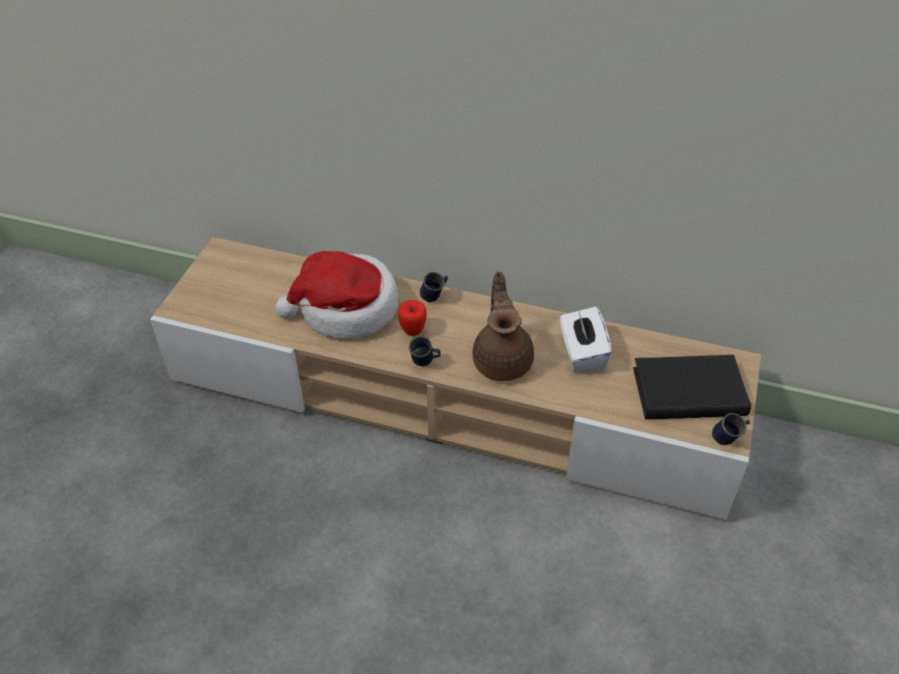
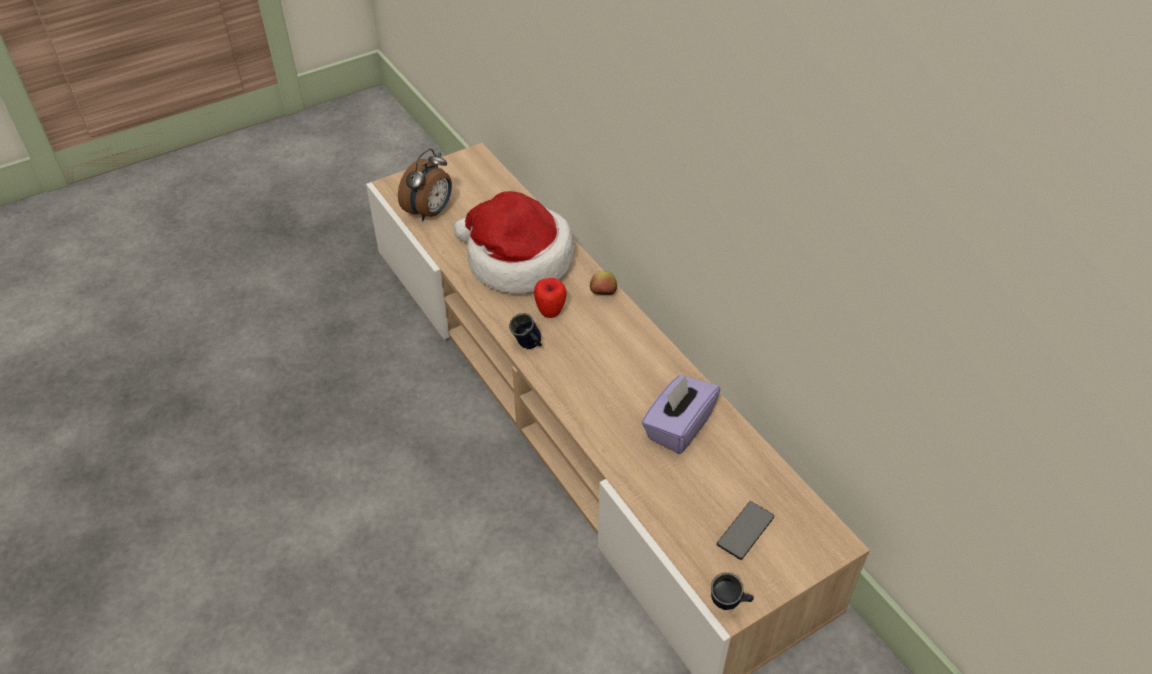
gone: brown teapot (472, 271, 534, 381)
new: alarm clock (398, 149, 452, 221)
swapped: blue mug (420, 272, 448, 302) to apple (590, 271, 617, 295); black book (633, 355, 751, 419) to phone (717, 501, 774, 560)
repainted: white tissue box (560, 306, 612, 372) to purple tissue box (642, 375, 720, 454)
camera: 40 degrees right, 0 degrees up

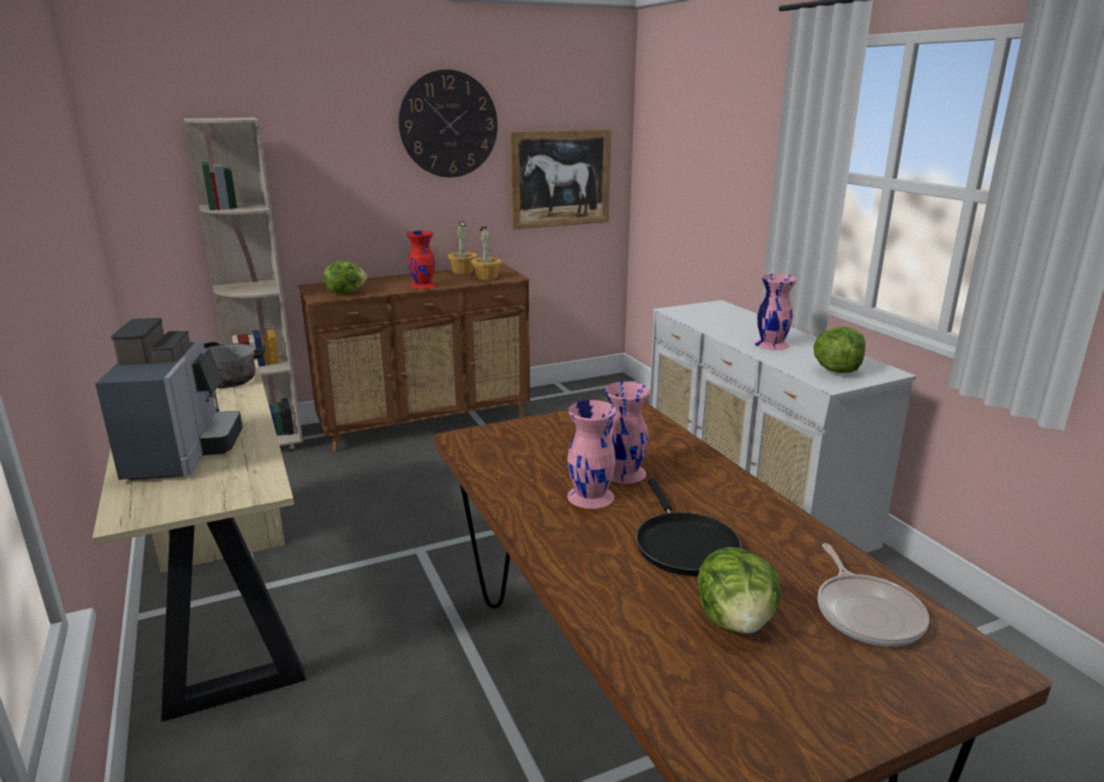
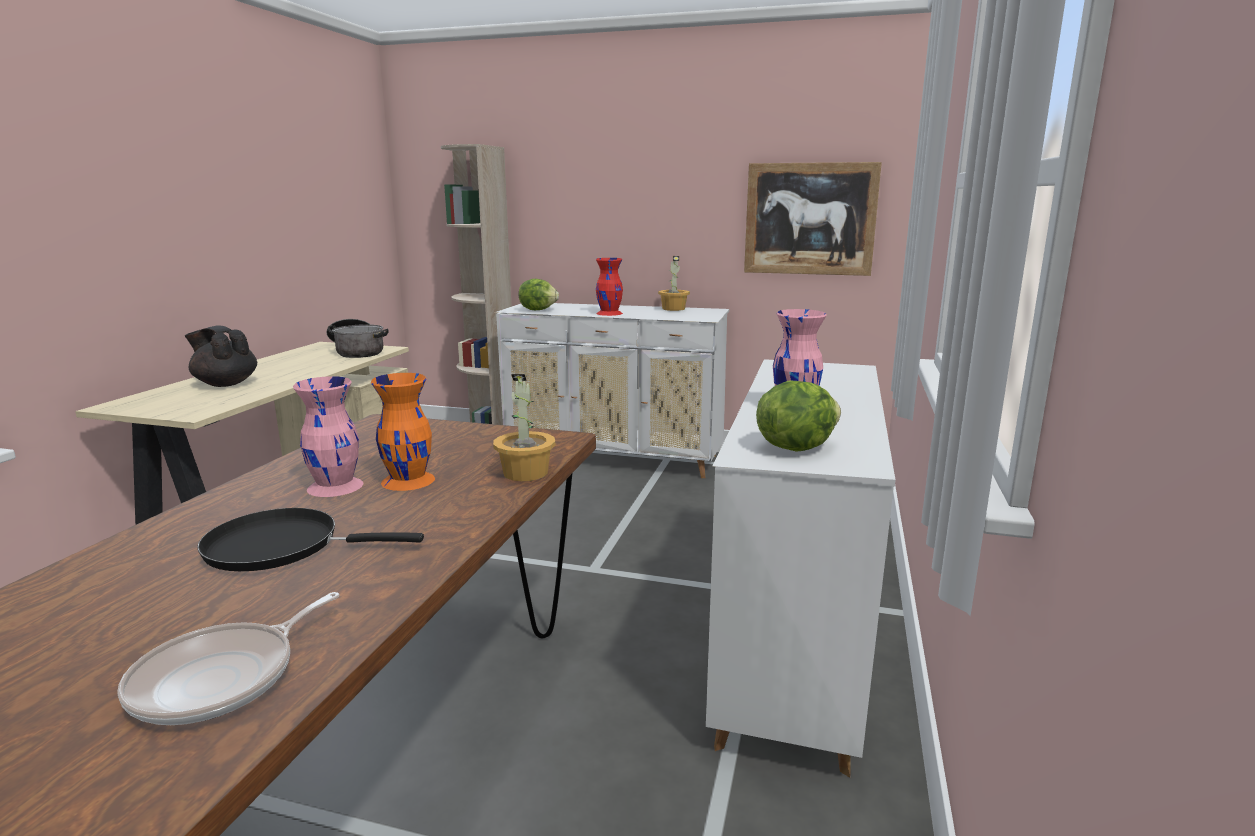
gone: wall clock (399, 69, 498, 177); lettuce (698, 547, 781, 634)
shifted: potted plant (471, 227, 501, 280) to (493, 374, 555, 481)
swapped: coffee machine (95, 318, 243, 480) to black teapot (184, 325, 257, 387)
repainted: brown cabinet (297, 264, 530, 452) to white cabinet (496, 303, 729, 478); pink vase (604, 382, 650, 484) to orange vase (371, 373, 435, 491)
rotated: black frying pan (636, 479, 741, 576) = (197, 508, 424, 571) 60 degrees clockwise
camera: 40 degrees right, 5 degrees down

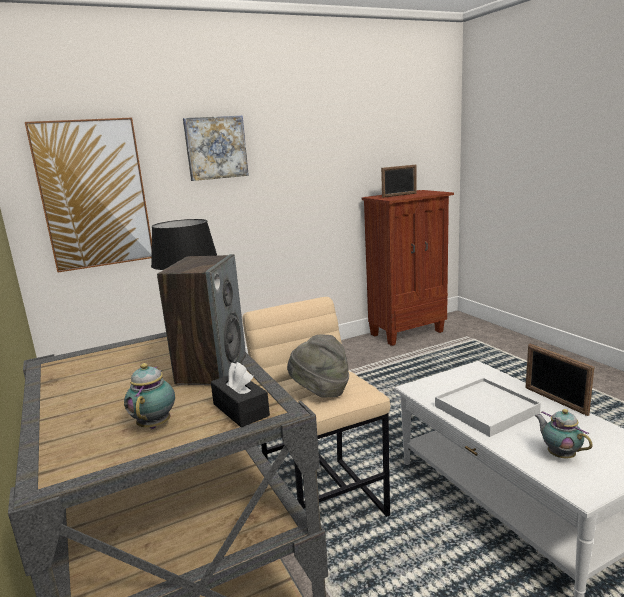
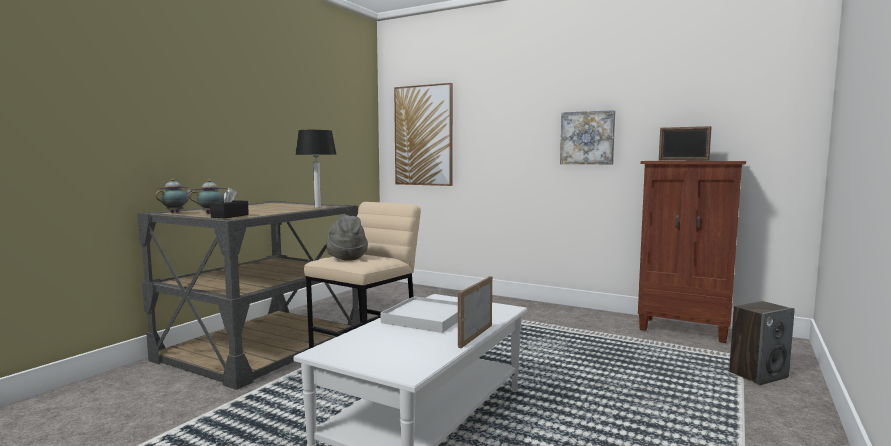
shifted: speaker (157, 254, 246, 385) to (729, 301, 795, 385); picture (183, 116, 249, 181) to (560, 110, 615, 164); teapot (535, 409, 593, 459) to (155, 179, 192, 213)
camera: 55 degrees right, 10 degrees down

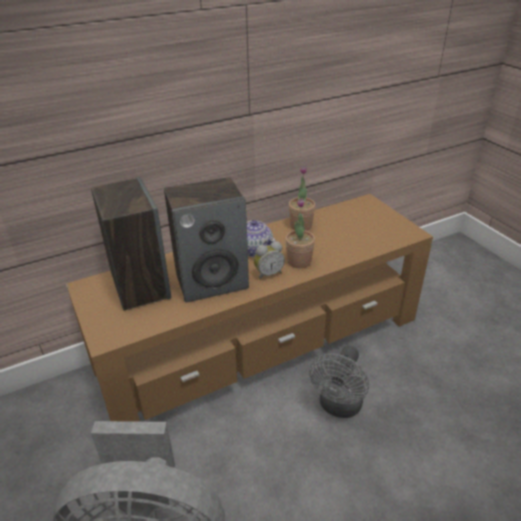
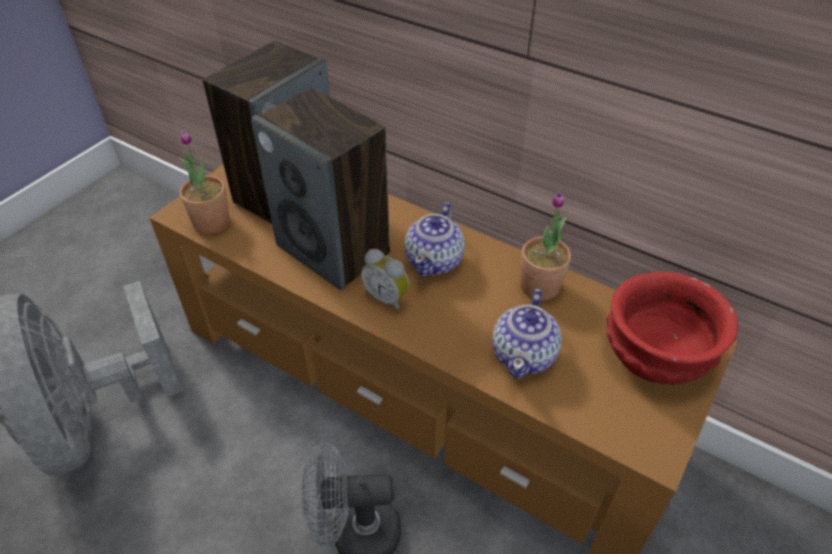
new: teapot (492, 289, 562, 378); red bowl (606, 272, 738, 385)
shifted: potted plant (285, 198, 315, 268) to (179, 130, 230, 234)
camera: 60 degrees right, 10 degrees up

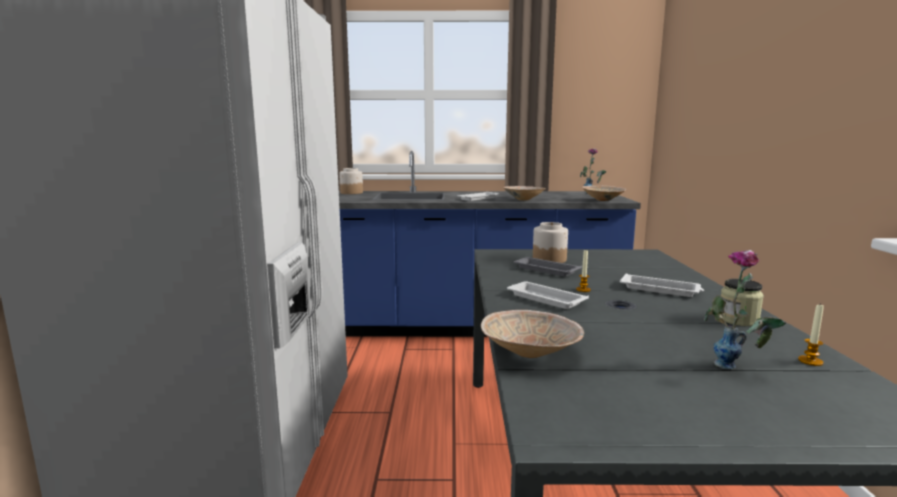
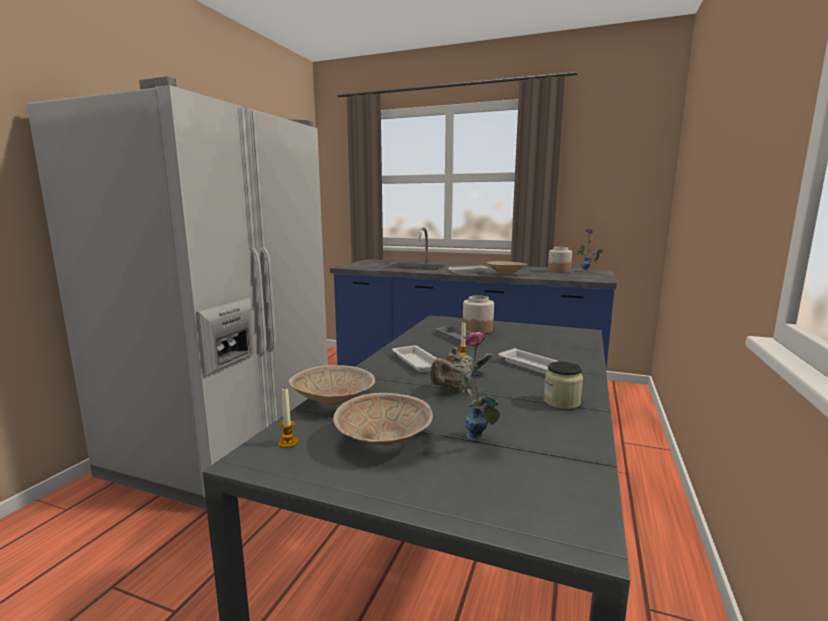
new: beige teapot (430, 347, 473, 392)
shifted: jar (339, 168, 363, 194) to (548, 247, 572, 273); beige bowl (582, 186, 627, 201) to (333, 393, 433, 446); candle (798, 303, 824, 366) to (278, 389, 299, 448)
camera: 20 degrees right, 0 degrees up

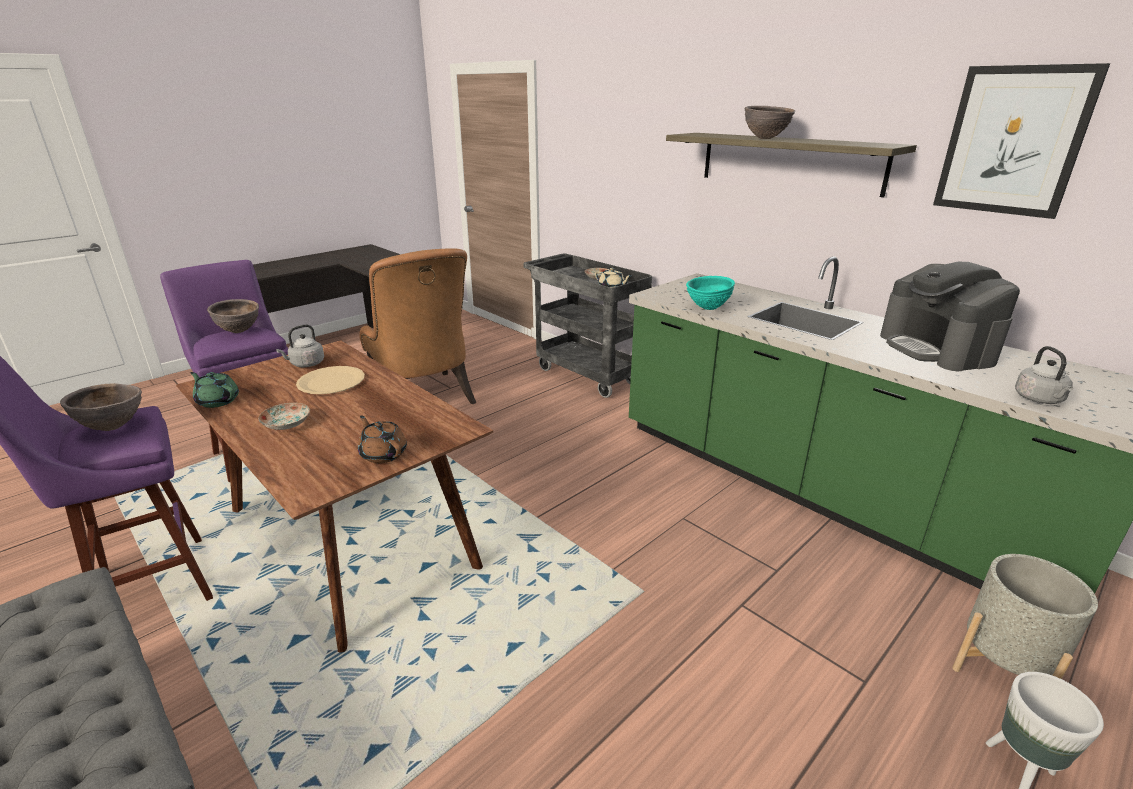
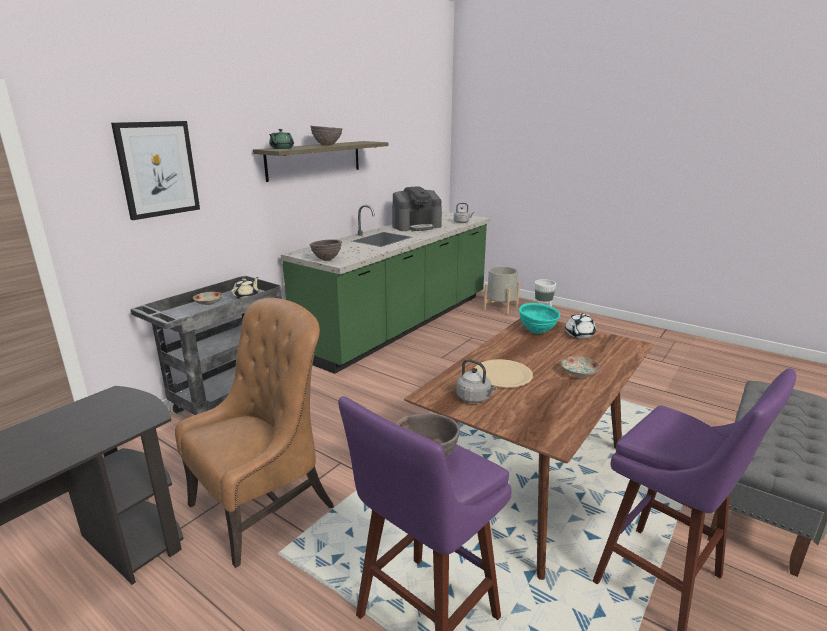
shifted: brown bowl (60, 383, 142, 431) to (310, 239, 342, 261); green teapot (191, 372, 239, 408) to (269, 129, 294, 149); turquoise bowl (686, 276, 735, 310) to (519, 303, 560, 334); picture (933, 63, 1110, 219) to (111, 121, 200, 220)
repainted: brown teapot (358, 415, 407, 463) to white teapot (565, 313, 596, 339)
camera: 100 degrees left, 5 degrees down

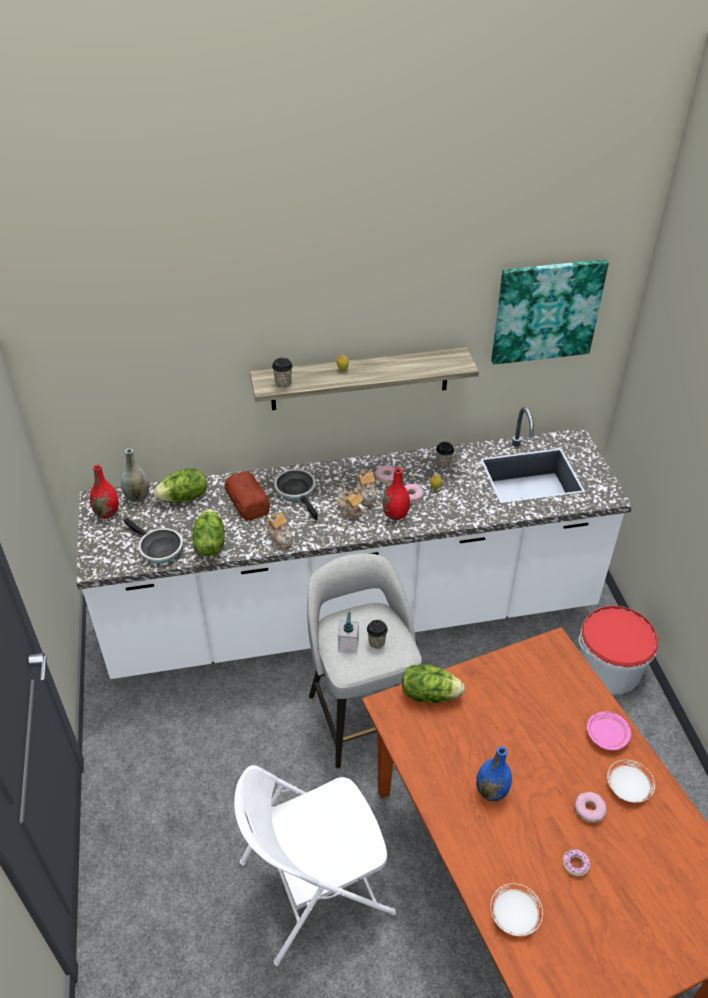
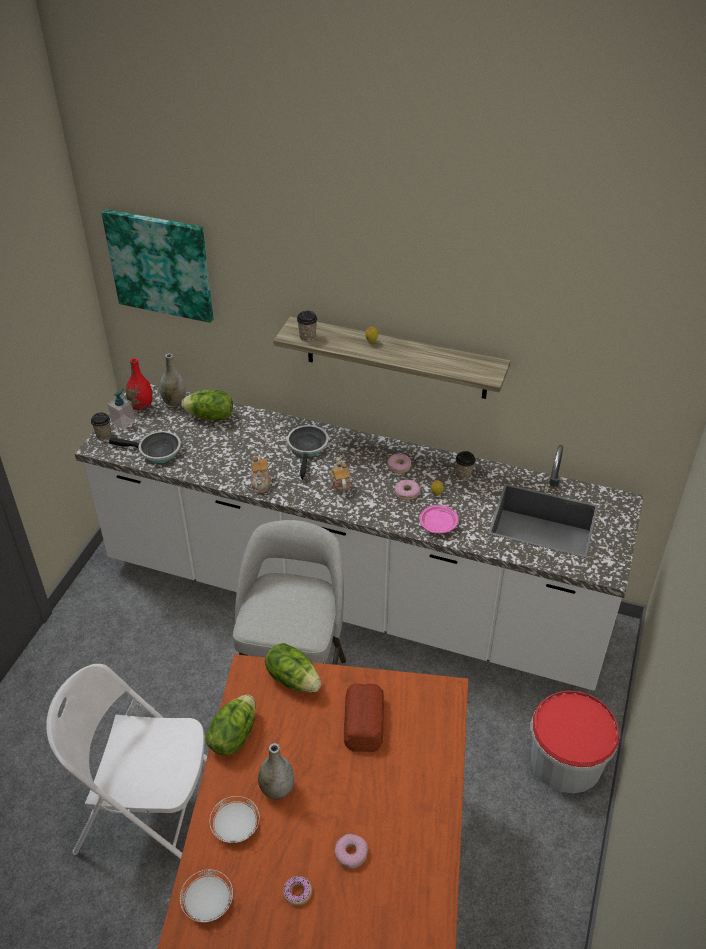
gone: teapot (357, 470, 377, 505); red vase (382, 468, 410, 520)
shifted: lettuce (192, 509, 225, 556) to (206, 694, 255, 756); bread (225, 471, 270, 521) to (344, 684, 384, 752); soap dispenser (338, 612, 359, 654) to (107, 389, 135, 430); cup (367, 620, 388, 649) to (91, 413, 111, 440); picture (491, 259, 609, 365) to (101, 209, 213, 323); pink plate (587, 711, 631, 751) to (419, 505, 459, 534); white plate (607, 760, 655, 803) to (209, 796, 260, 843)
repainted: blue vase (476, 746, 512, 801) to grey vase (258, 743, 294, 800)
rotated: frying pan (123, 518, 183, 564) = (109, 431, 181, 463) 60 degrees counterclockwise
camera: 30 degrees right, 0 degrees up

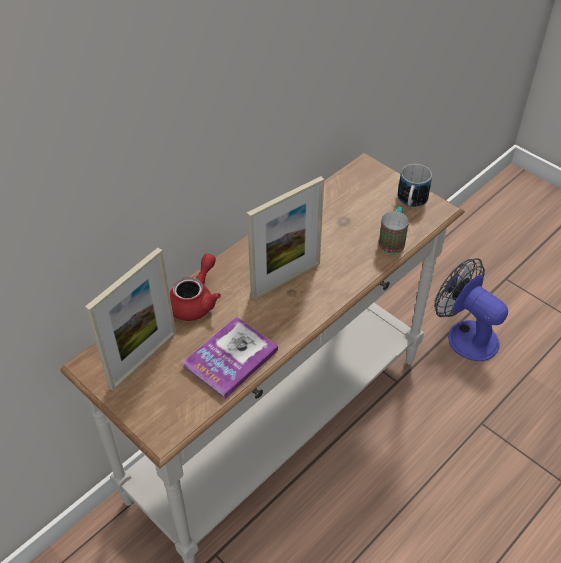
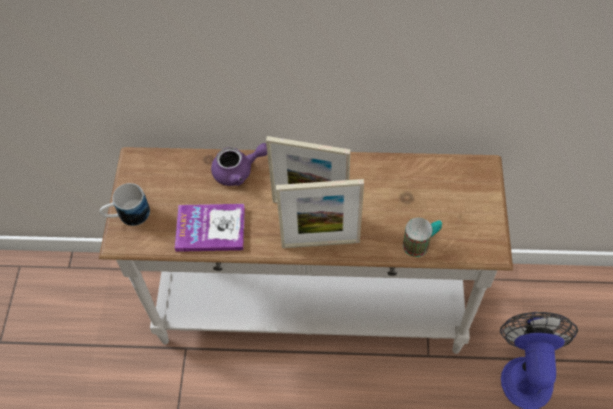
shifted: picture frame (85, 248, 176, 391) to (276, 179, 364, 248); mug (398, 164, 432, 207) to (100, 183, 150, 226)
repainted: red teapot (169, 254, 221, 321) to purple teapot (211, 143, 267, 186)
camera: 50 degrees right, 10 degrees up

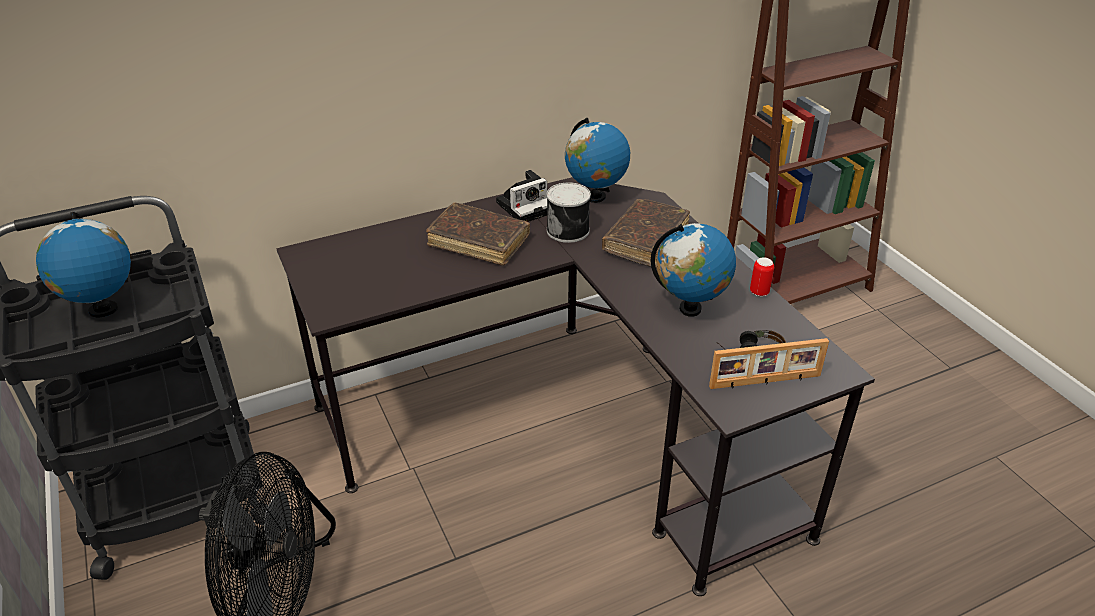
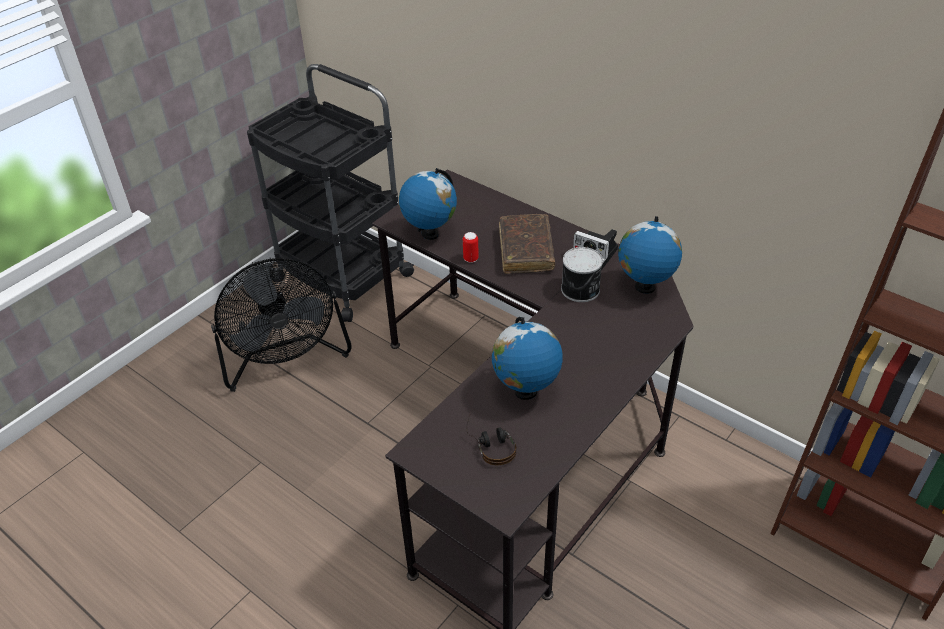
gone: brown book (602, 199, 690, 268); picture frame (709, 338, 829, 389)
shifted: globe (36, 212, 131, 317) to (399, 168, 457, 240); can (750, 257, 774, 297) to (463, 232, 479, 263)
camera: 65 degrees right, 5 degrees up

